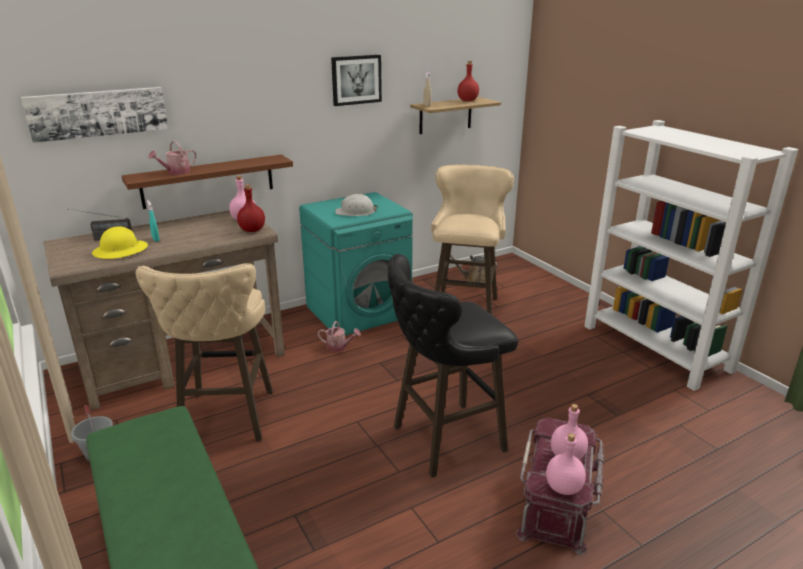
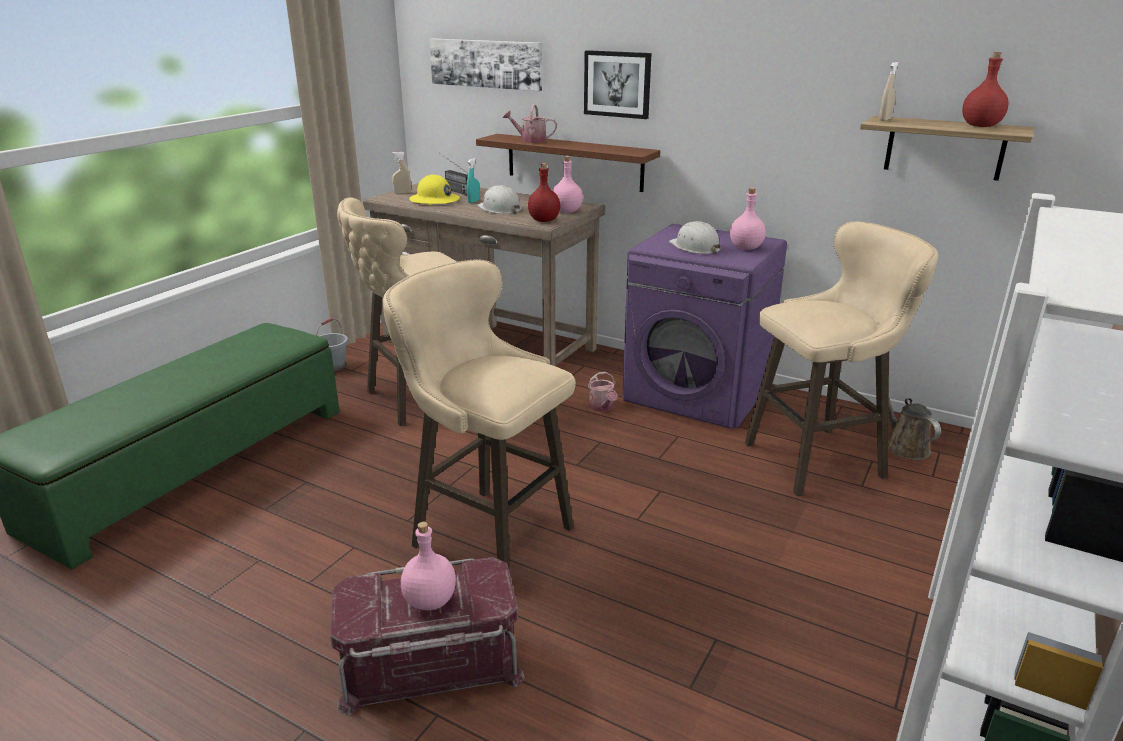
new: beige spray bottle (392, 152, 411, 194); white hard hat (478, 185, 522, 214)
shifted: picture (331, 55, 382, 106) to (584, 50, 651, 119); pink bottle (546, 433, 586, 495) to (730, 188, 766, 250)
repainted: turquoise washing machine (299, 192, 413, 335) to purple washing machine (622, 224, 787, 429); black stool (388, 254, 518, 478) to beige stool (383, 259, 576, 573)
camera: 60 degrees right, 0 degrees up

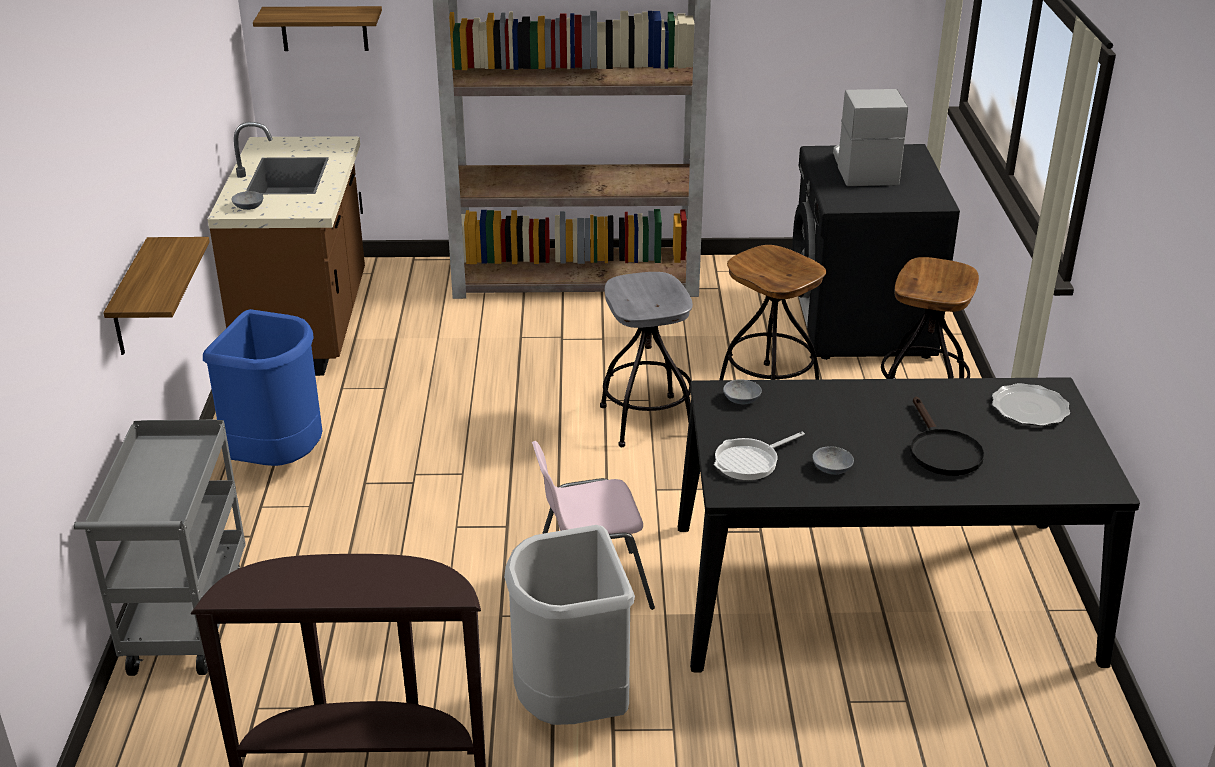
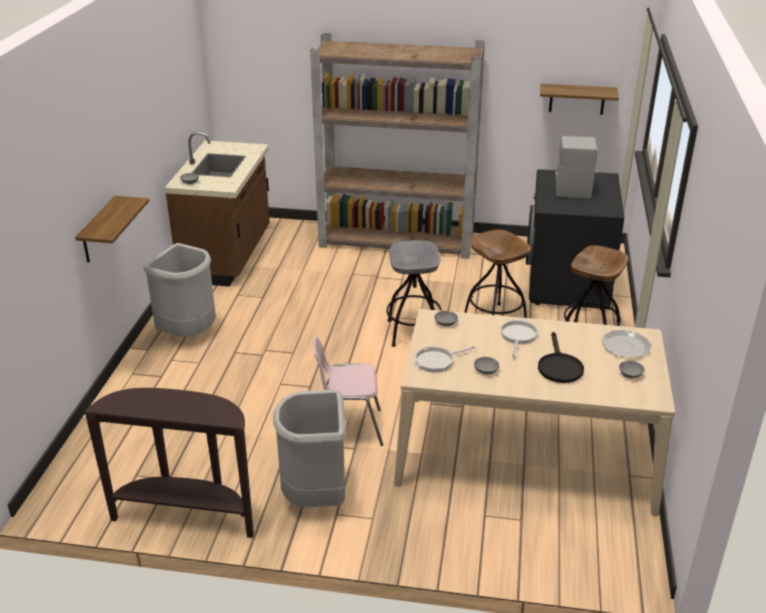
gone: grey cart (74, 420, 246, 676)
new: frying pan (500, 319, 539, 357); grey bowl (619, 361, 645, 378)
shifted: shelf (253, 6, 382, 51) to (540, 84, 619, 115)
repainted: blue trash can (203, 309, 322, 466) to grey trash can (144, 243, 216, 337); black dining table (678, 377, 1140, 672) to beige dining table (394, 309, 675, 516)
camera: 10 degrees right, 0 degrees up

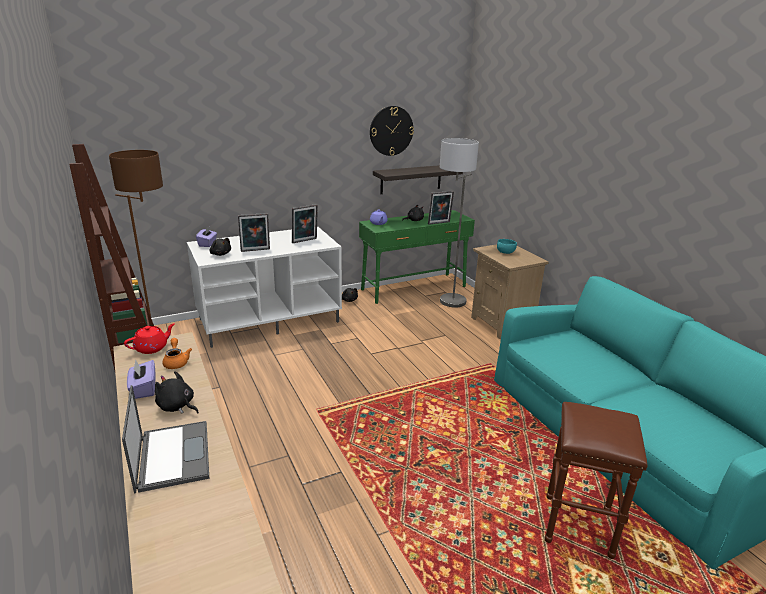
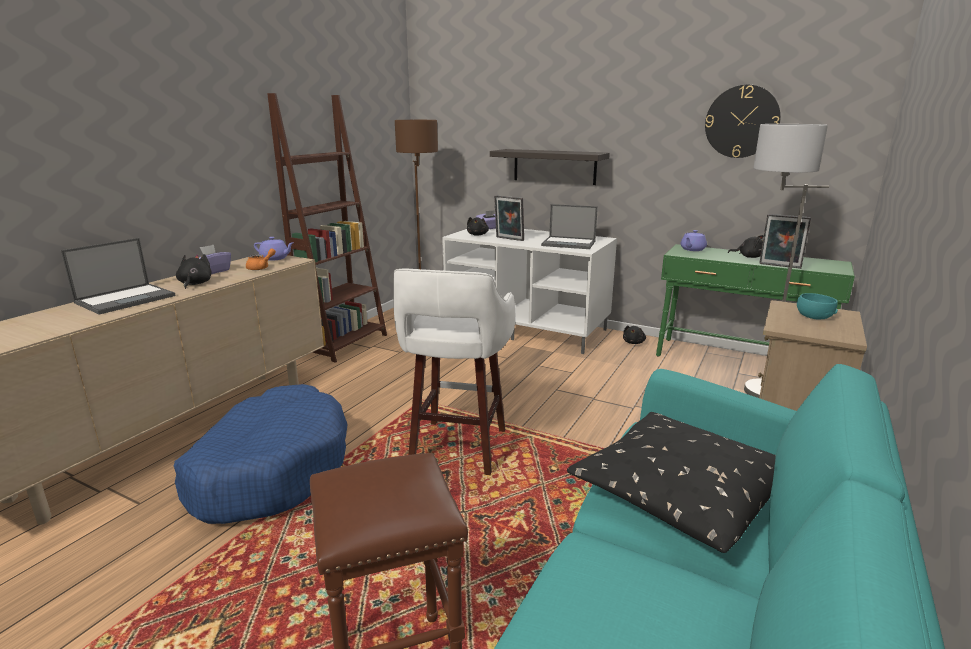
new: blue dog bed (174, 384, 348, 524); white stool (393, 268, 515, 475); black pillow (567, 412, 776, 553)
shifted: shelf (373, 165, 463, 194) to (490, 149, 610, 185)
swapped: picture frame (292, 204, 318, 243) to laptop (541, 204, 598, 249)
repainted: red teapot (124, 323, 175, 354) to purple teapot (254, 237, 293, 261)
camera: 55 degrees right, 5 degrees down

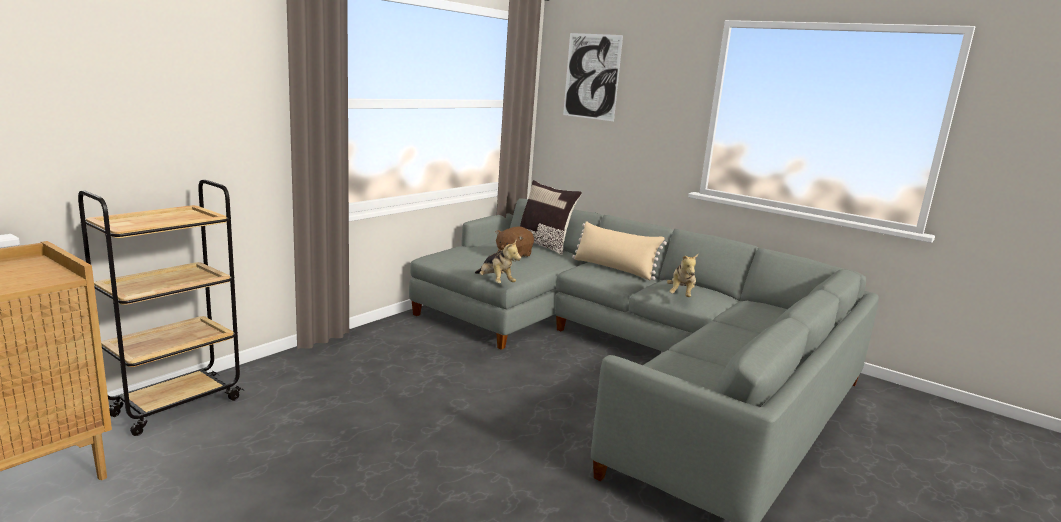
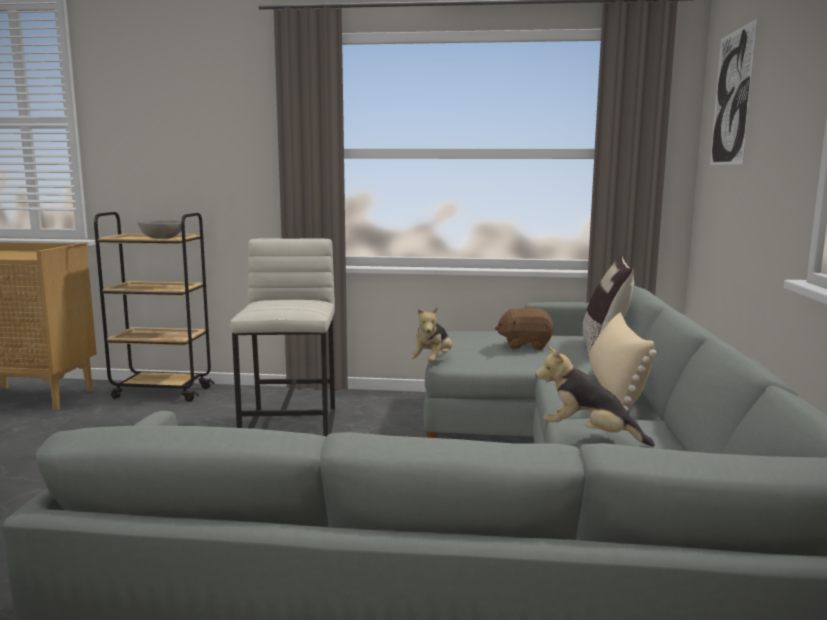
new: grey bowl (138, 220, 181, 239); beige stool (230, 238, 335, 437)
rotated: plush toy (667, 254, 698, 297) = (535, 346, 655, 447) 45 degrees clockwise
camera: 60 degrees right, 5 degrees down

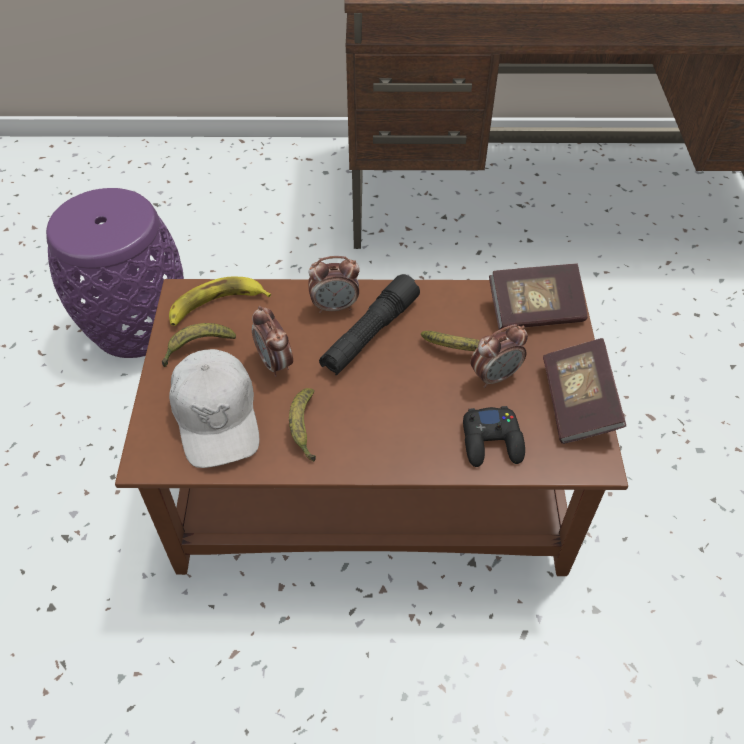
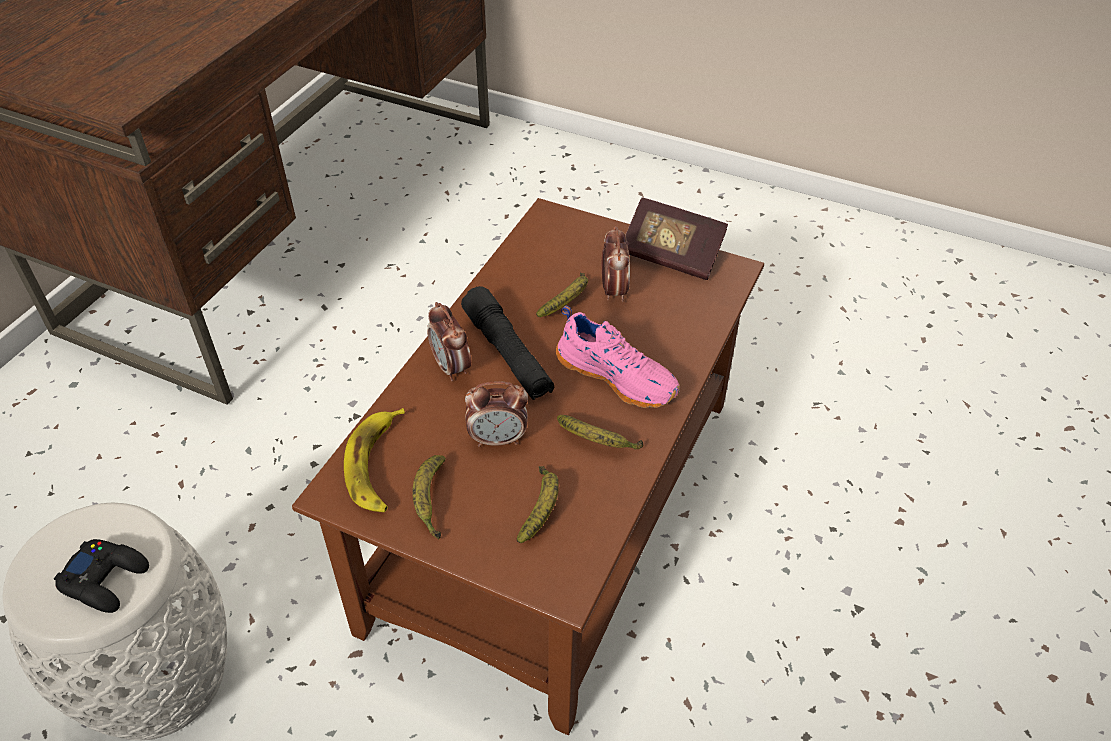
gone: book (489, 263, 588, 330)
new: pink shoe (556, 306, 680, 408)
shifted: black game controller (463, 406, 525, 467) to (54, 539, 149, 613)
swapped: white cap (169, 349, 259, 468) to banana (517, 466, 559, 543)
repainted: purple stool (46, 188, 184, 358) to white stool (2, 503, 227, 741)
rotated: alarm clock (308, 256, 360, 313) = (427, 302, 471, 381) 135 degrees clockwise
camera: 65 degrees left, 5 degrees down

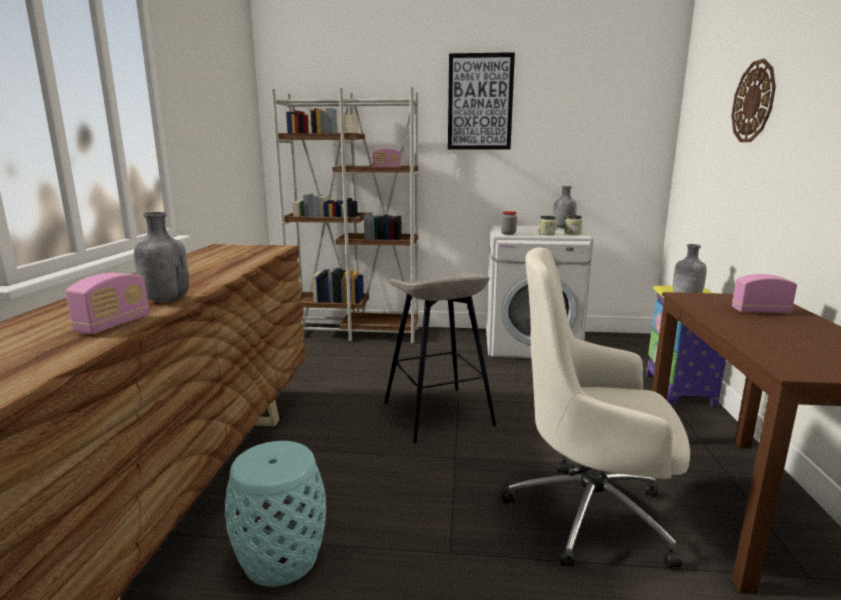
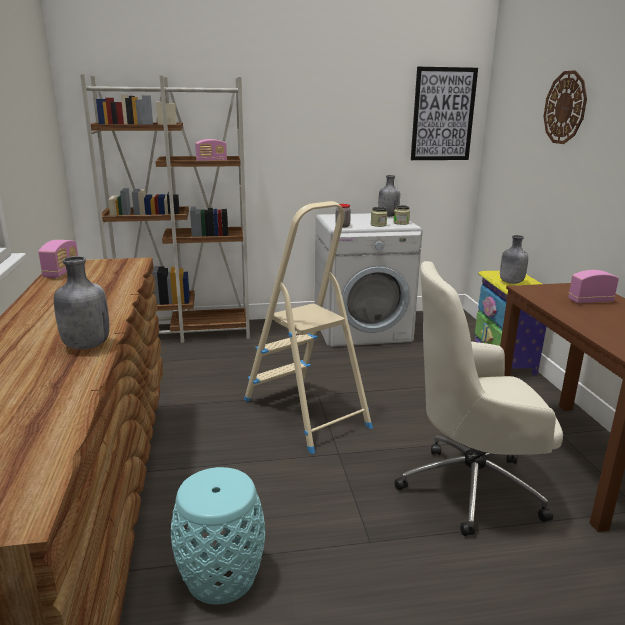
shifted: radio (65, 273, 149, 334) to (38, 240, 78, 278); picture (448, 52, 515, 149) to (411, 67, 478, 160)
swapped: grey stool (385, 272, 496, 443) to beige step ladder (244, 201, 373, 454)
camera: 15 degrees left, 5 degrees up

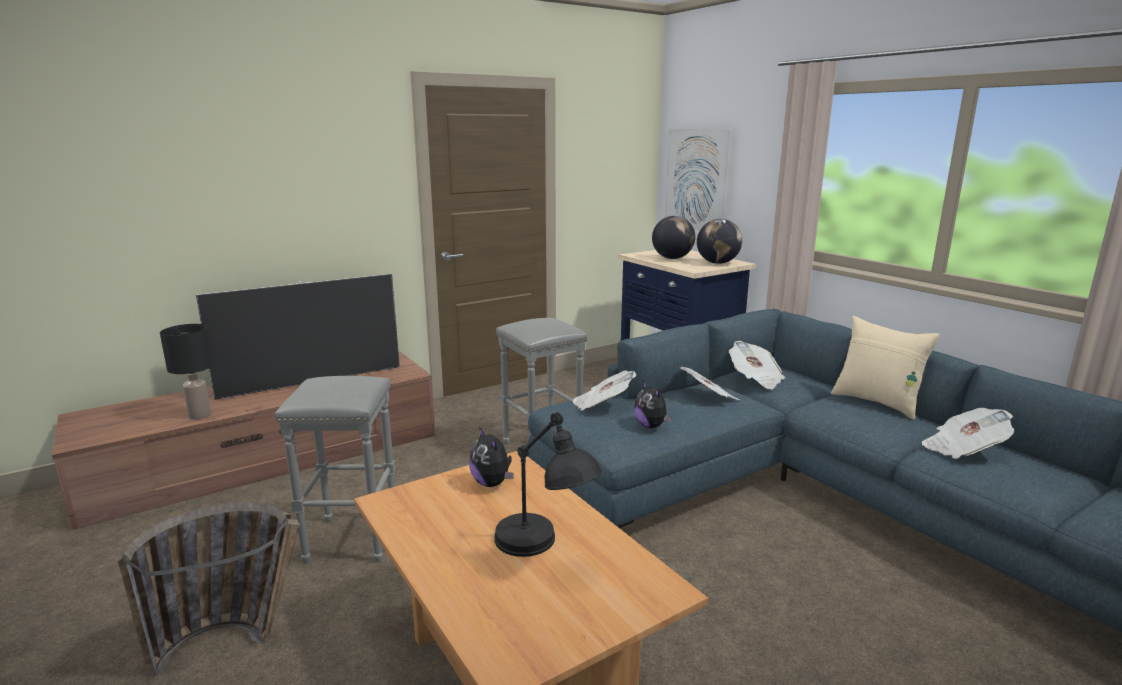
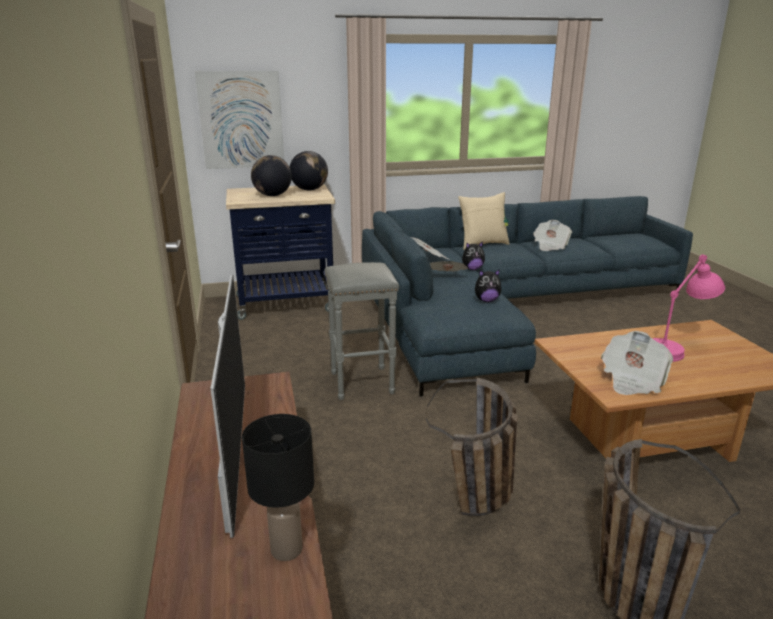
shifted: plush toy (469, 427, 514, 487) to (462, 242, 485, 270); newspaper (573, 370, 636, 411) to (601, 331, 673, 395)
swapped: grey stool (275, 376, 395, 563) to basket (426, 378, 517, 516)
repainted: black table lamp (494, 412, 602, 557) to pink table lamp (652, 254, 725, 362)
camera: 70 degrees left, 5 degrees up

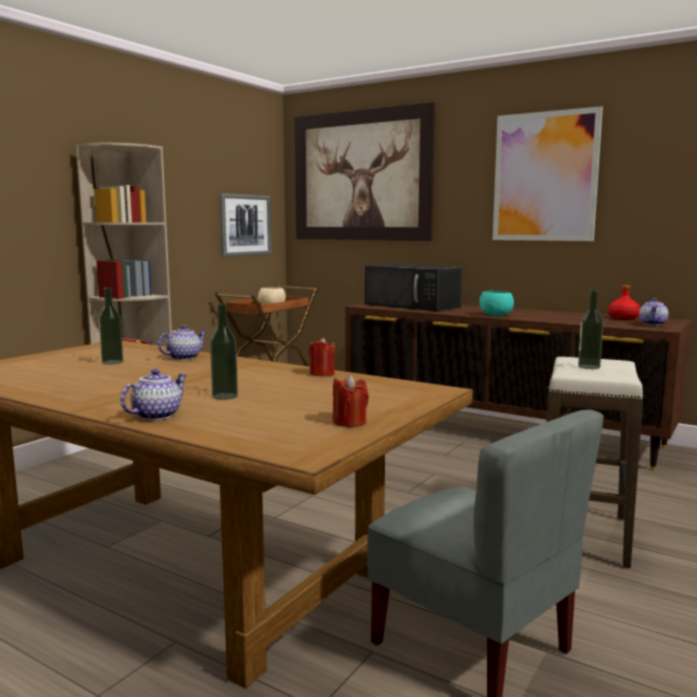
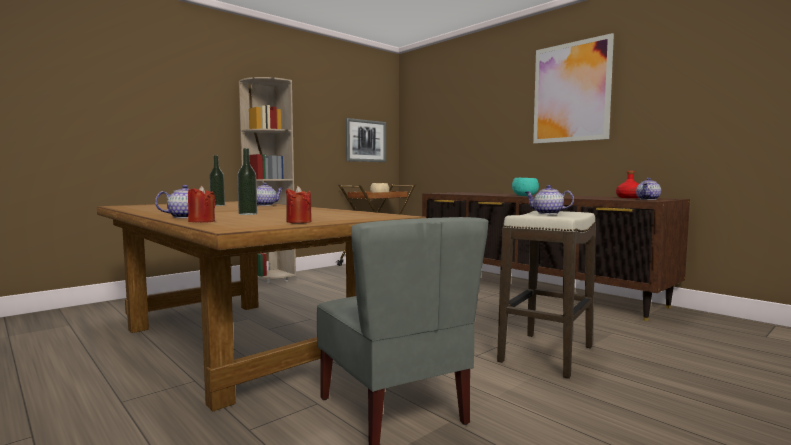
gone: picture (294, 102, 435, 241); black microwave (365, 264, 462, 311)
shifted: red candle (309, 337, 335, 376) to (188, 186, 216, 222)
swapped: bottle (578, 290, 603, 369) to teapot (525, 185, 574, 214)
camera: 15 degrees right, 5 degrees down

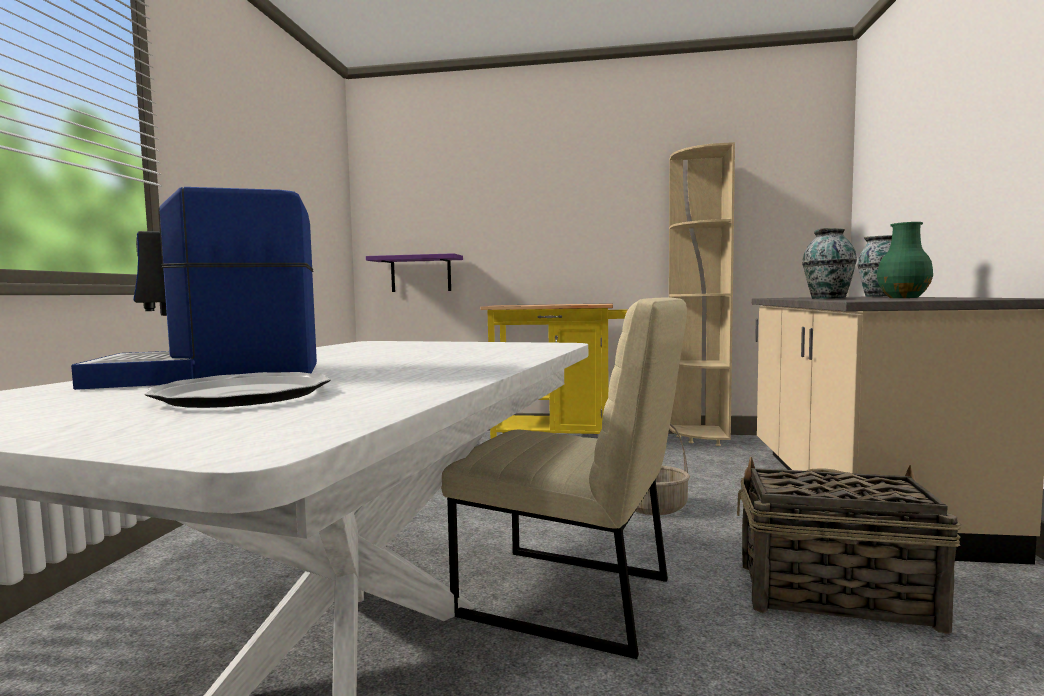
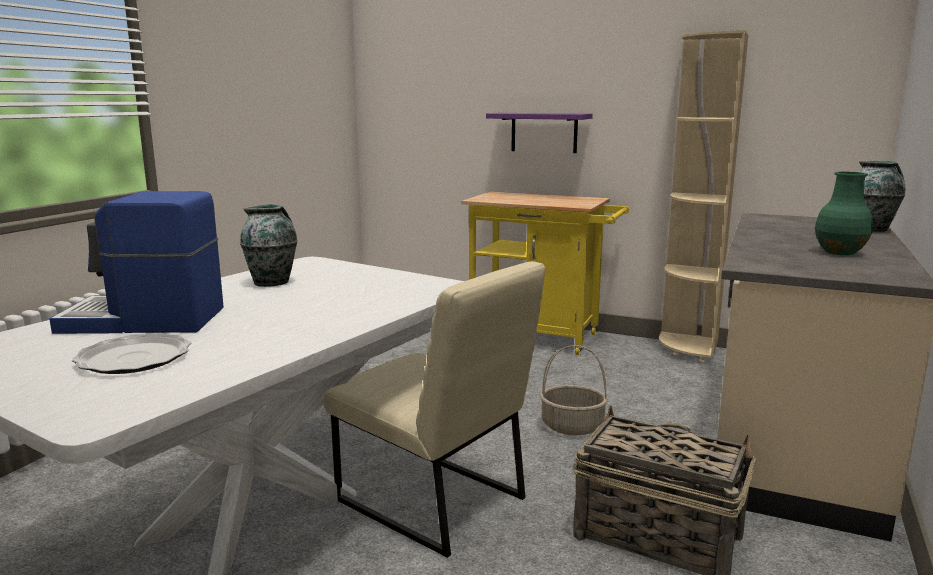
shifted: purple shelf (366, 253, 463, 292) to (486, 113, 593, 153); vase (802, 228, 857, 299) to (240, 204, 297, 287)
camera: 15 degrees right, 10 degrees up

